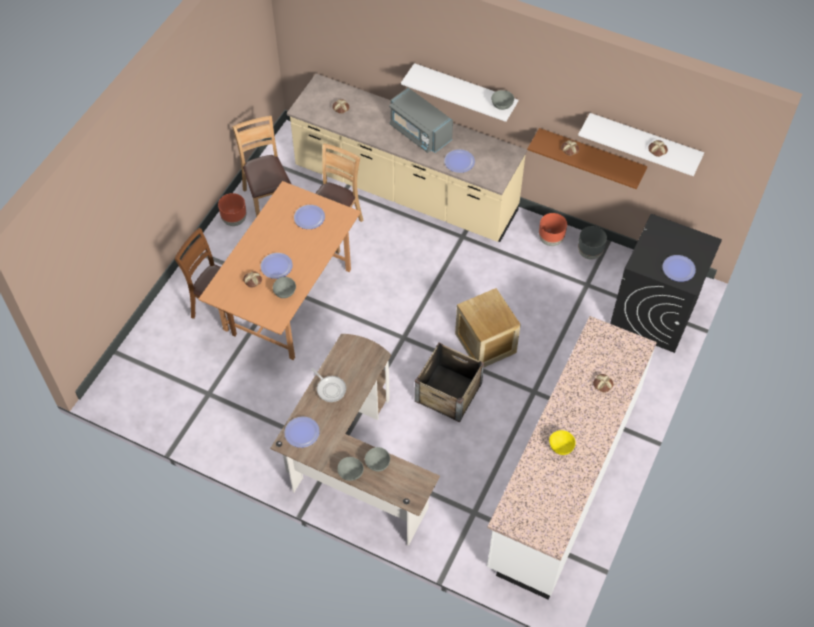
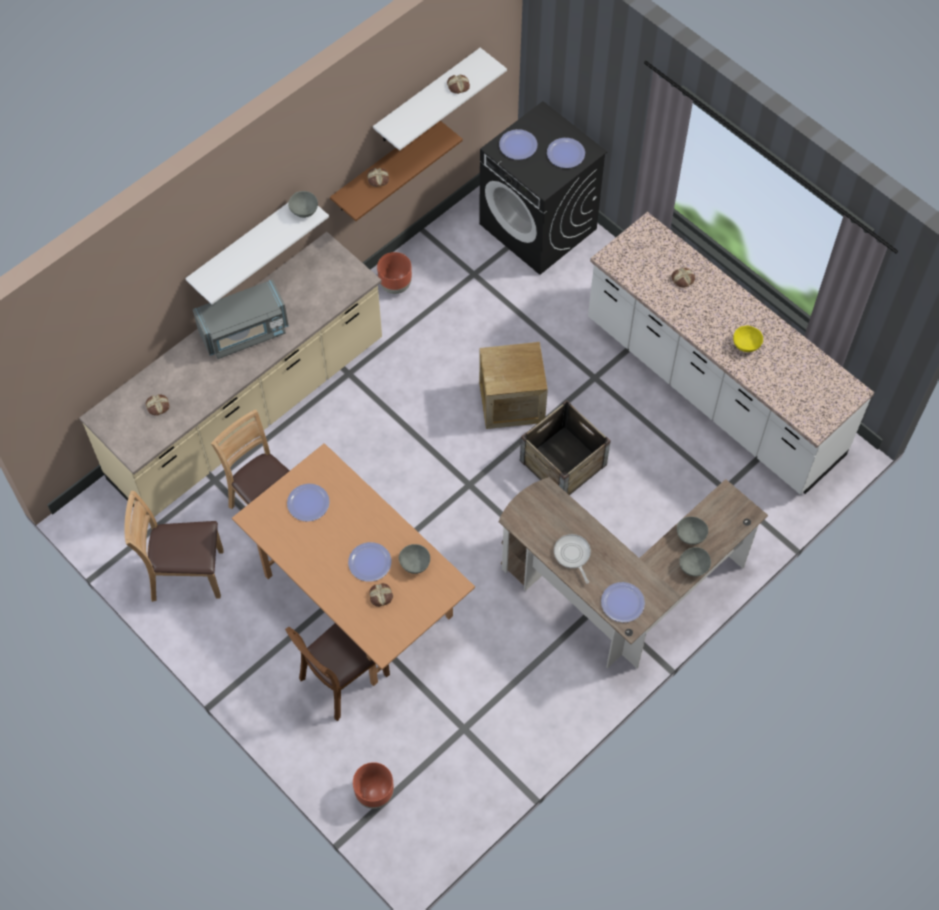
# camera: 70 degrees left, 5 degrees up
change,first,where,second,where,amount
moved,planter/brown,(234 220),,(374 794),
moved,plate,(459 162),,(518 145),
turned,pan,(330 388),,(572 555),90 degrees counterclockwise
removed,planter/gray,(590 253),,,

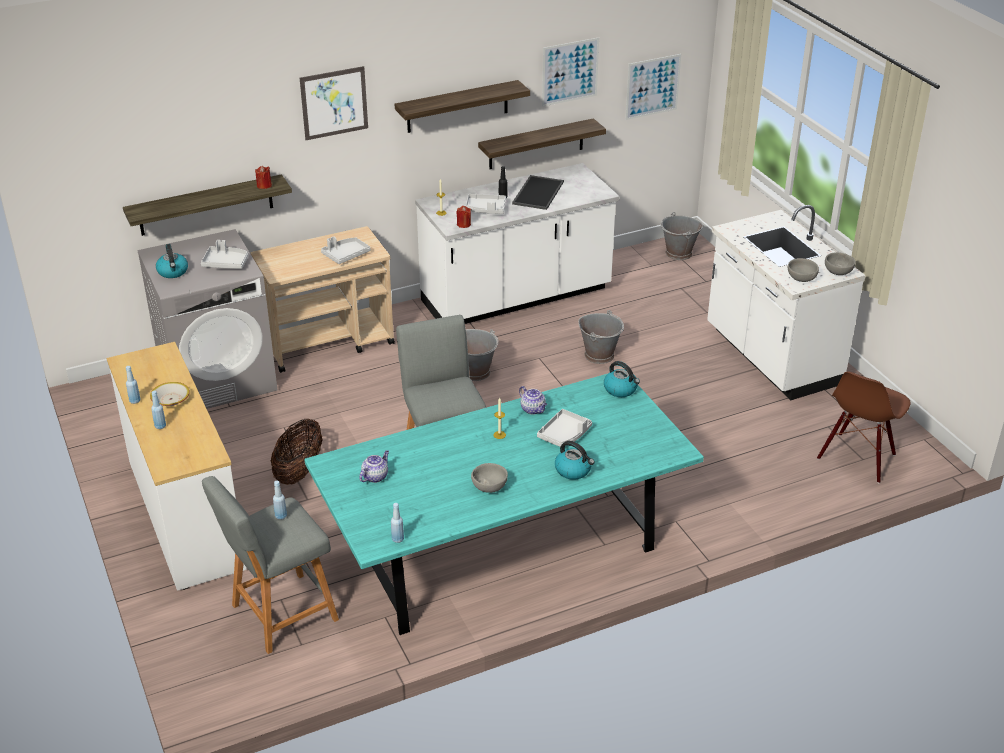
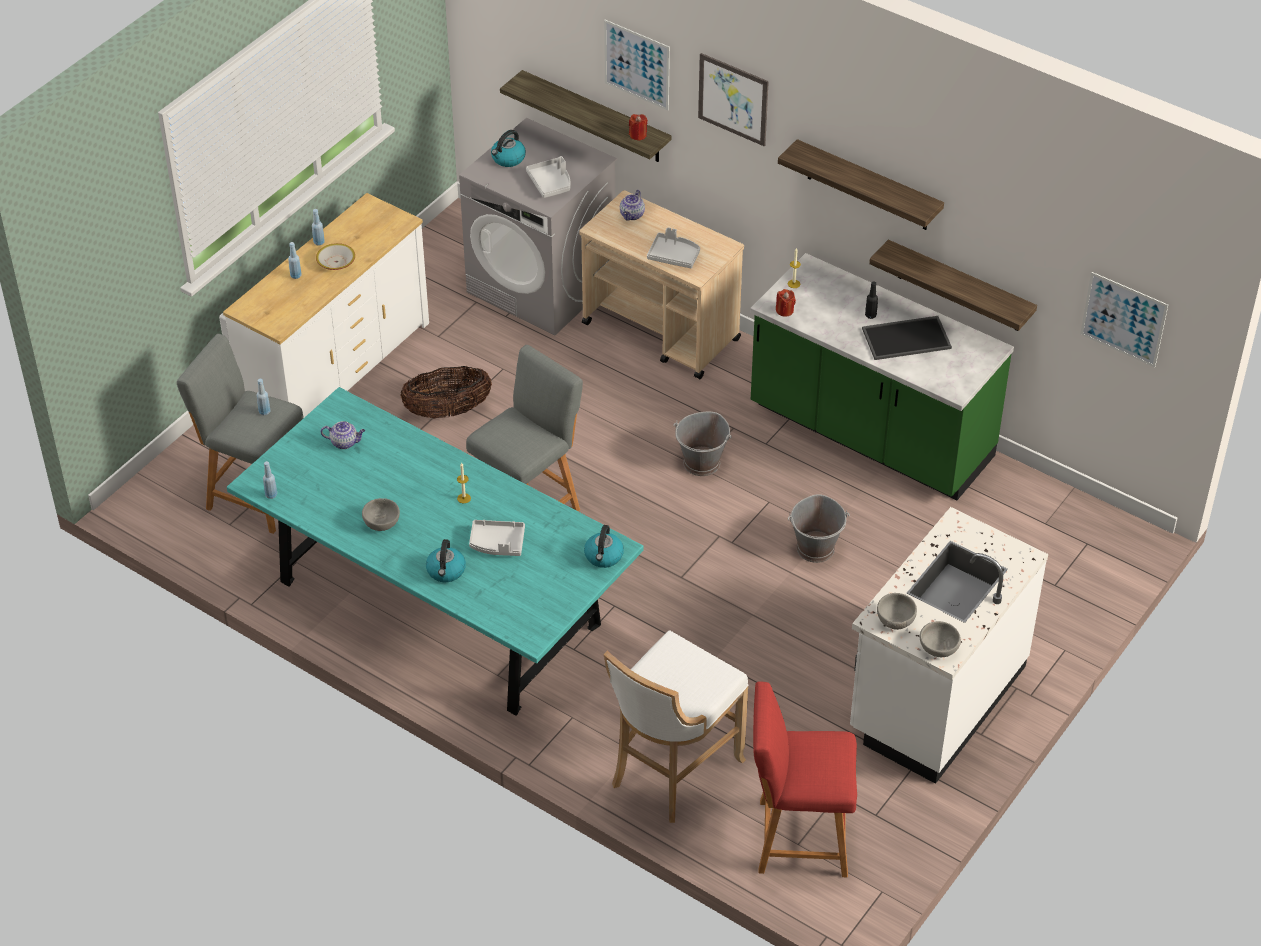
# camera: 60 degrees right, 10 degrees up
change,first,where,second,where,amount
moved,picture,(570 71),,(637 65),
added,,,stool/white,(671 773),
moved,teapot,(533 409),,(632 215),
recoloured,kitchen counter/white,(516 297),kitchen counter/green-coloured,(870 435),
replaced,chair/brown,(857 458),stool/red-coloured,(796 838),
removed,tray/gray,(486 209),,,
removed,bucket/gray,(678 253),,,

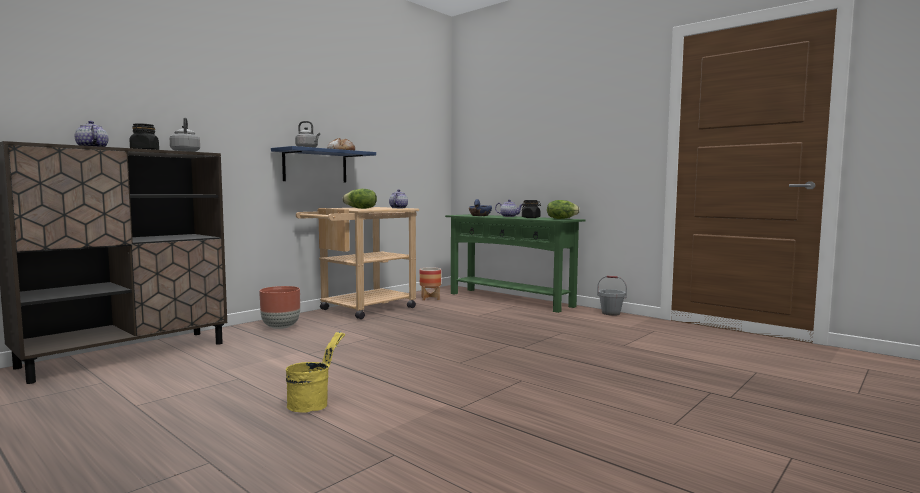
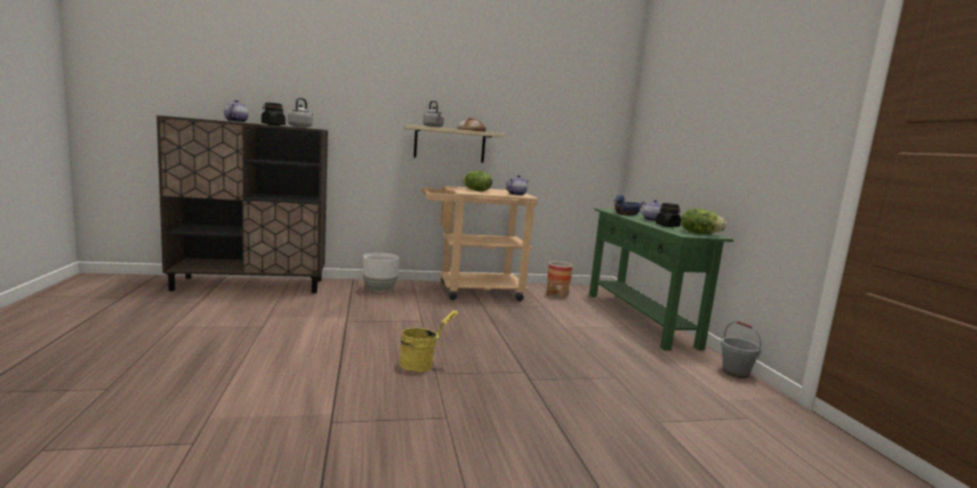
# camera: 35 degrees right, 5 degrees up
change,first,where,second,where,amount
recoloured,planter/brown,(281 327),planter/white,(380 290),
moved,bucket/yellow,(314 403),,(423 365),
recoloured,bracket shelf/bluish,(315 166),bracket shelf/beige-coloured,(450 145),

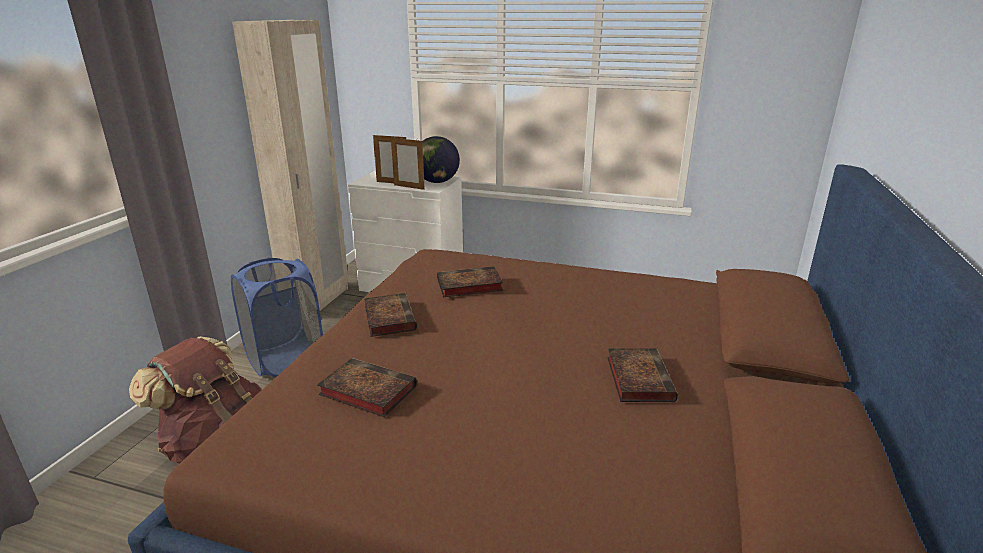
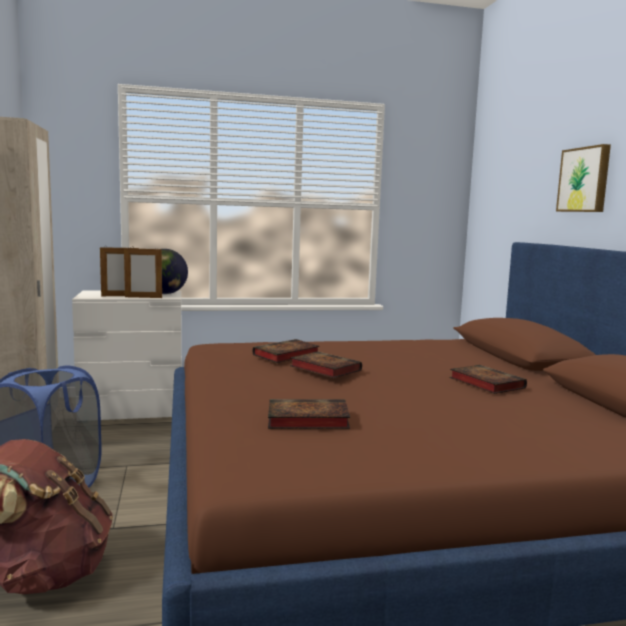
# camera: 30 degrees left, 15 degrees down
change,first,where,second,where,amount
moved,bound book,(388 318),,(323 368),
added,,,picture,(585 180),

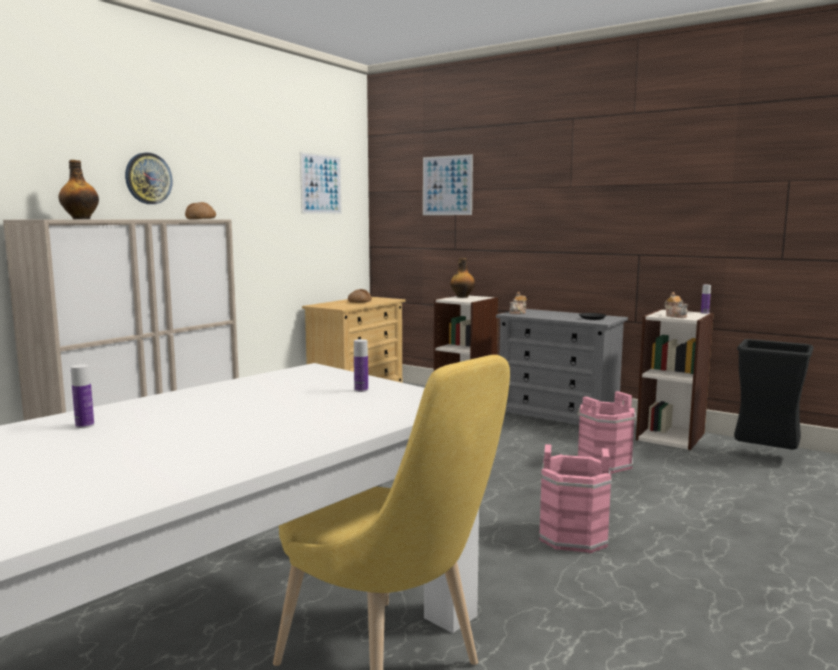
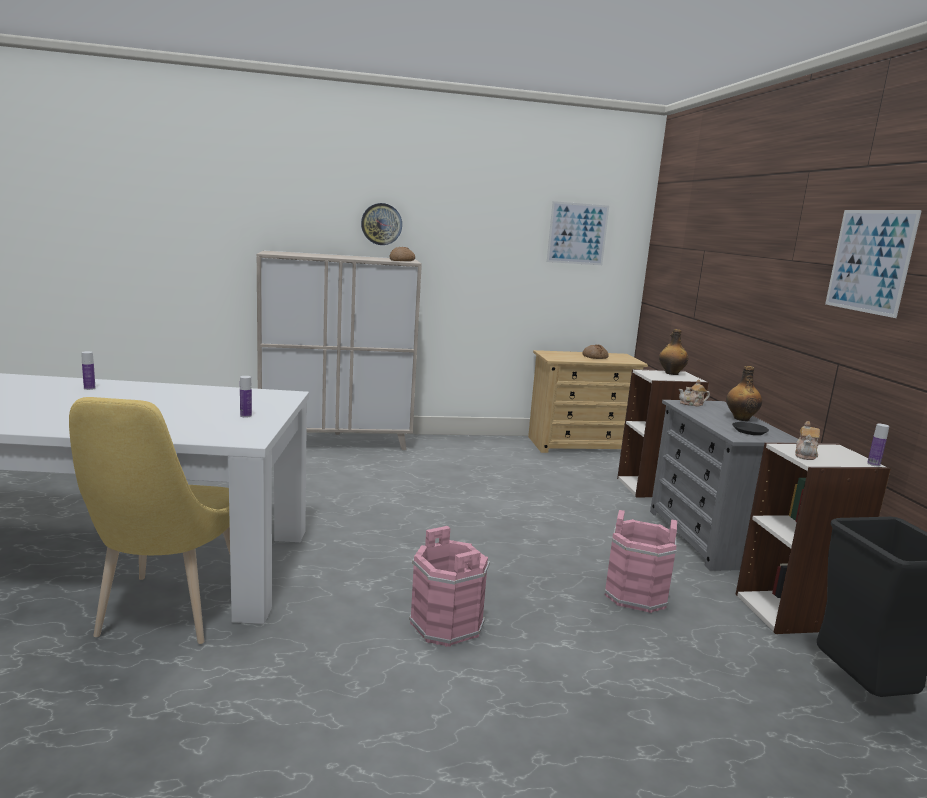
# camera: 45 degrees right, 5 degrees up
change,first,where,second,where,amount
moved,bottle,(81 219),,(741 418),
moved,picture,(447 185),,(869 261),

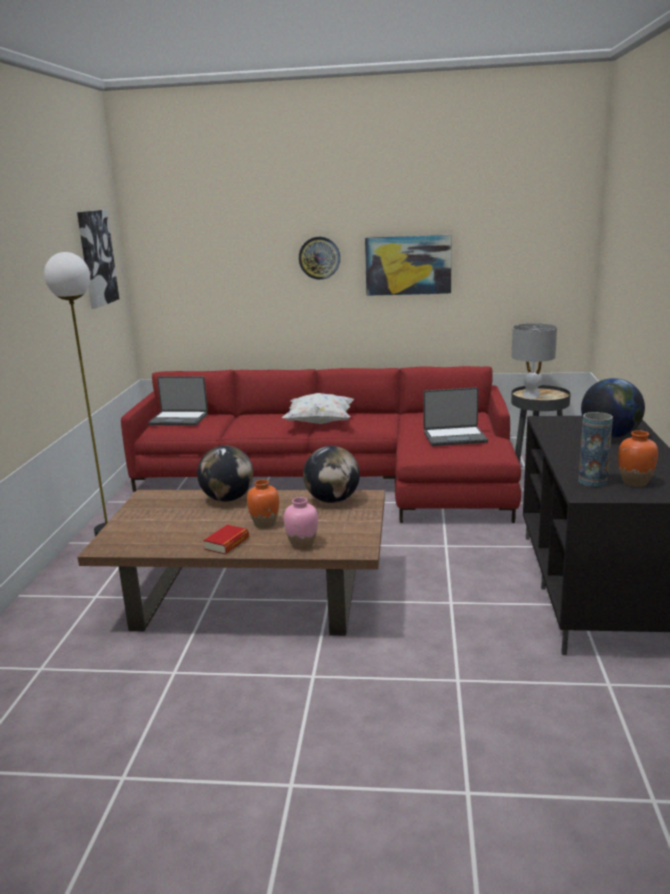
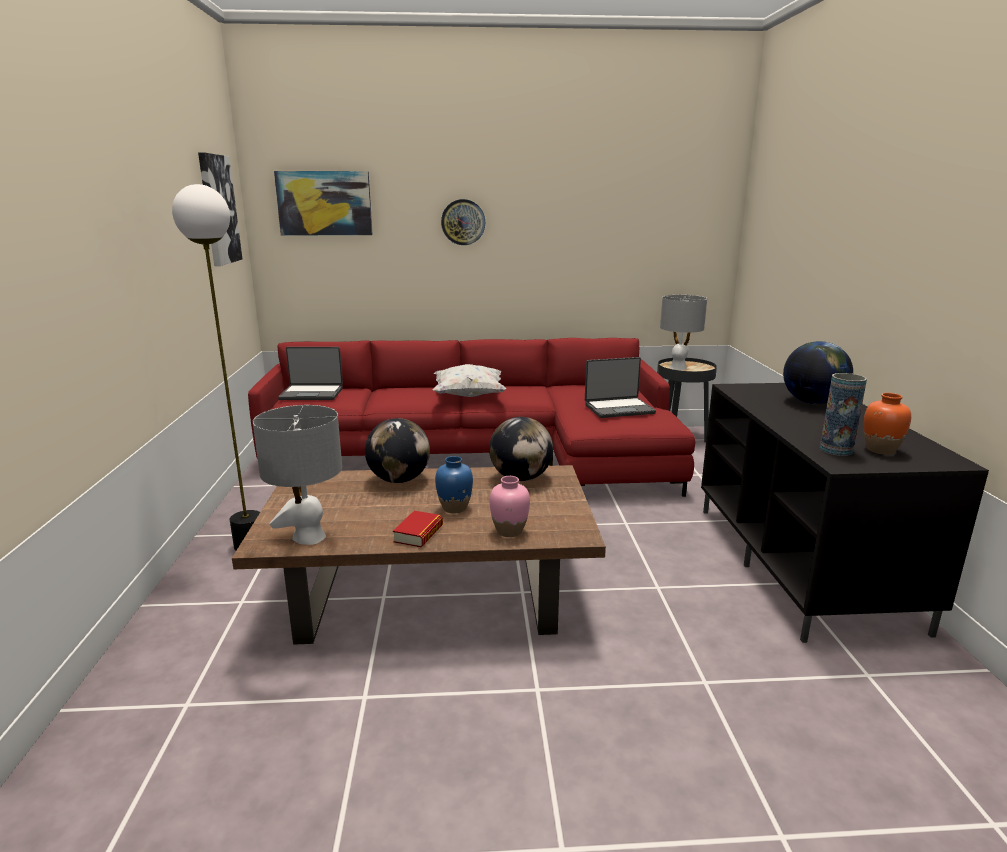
# camera: 10 degrees left, 0 degrees up
change,first,where,second,where,amount
added,,,tabletop lamp/gray,(309 537),
moved,picture,(408 265),,(324 203),
recoloured,flower vase/orangey,(265 524),flower vase/bluish,(454 508),

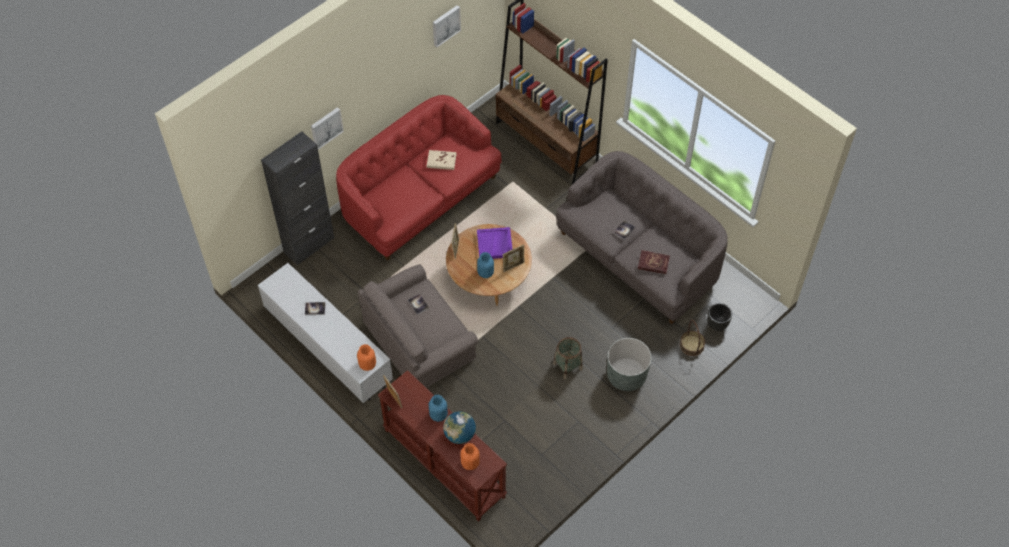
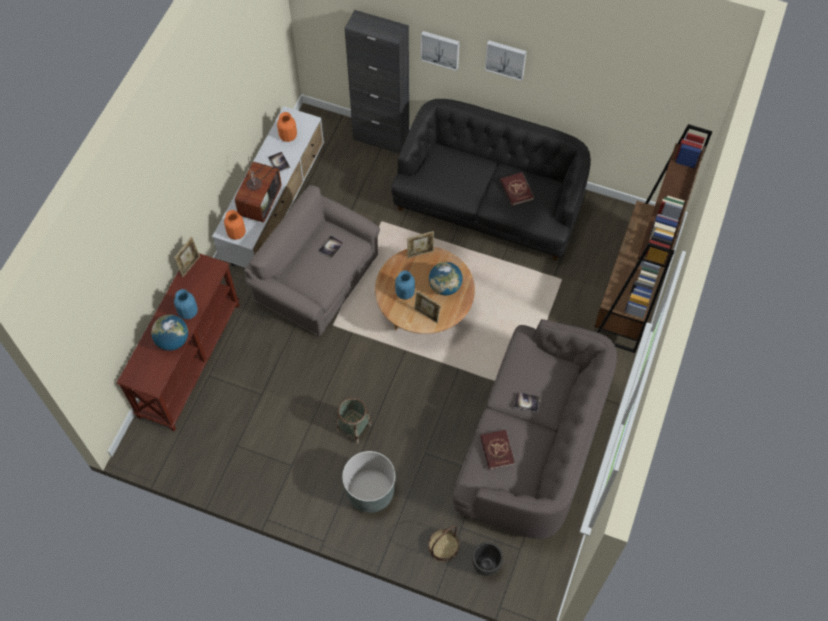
# camera: 65 degrees right, 5 degrees up
change,first,where,second,where,amount
added,,,TV,(259 200),
moved,flower vase/orangey,(470 463),,(288 136),
recoloured,settee/red-coloured,(419 199),settee/black,(489 205),
replaced,tray/purple-coloured,(495 244),world globe,(445 286),
moved,picture,(445 25),,(506 59),
recoloured,bound book/beige-coloured,(441 161),bound book/red-coloured,(516 190),

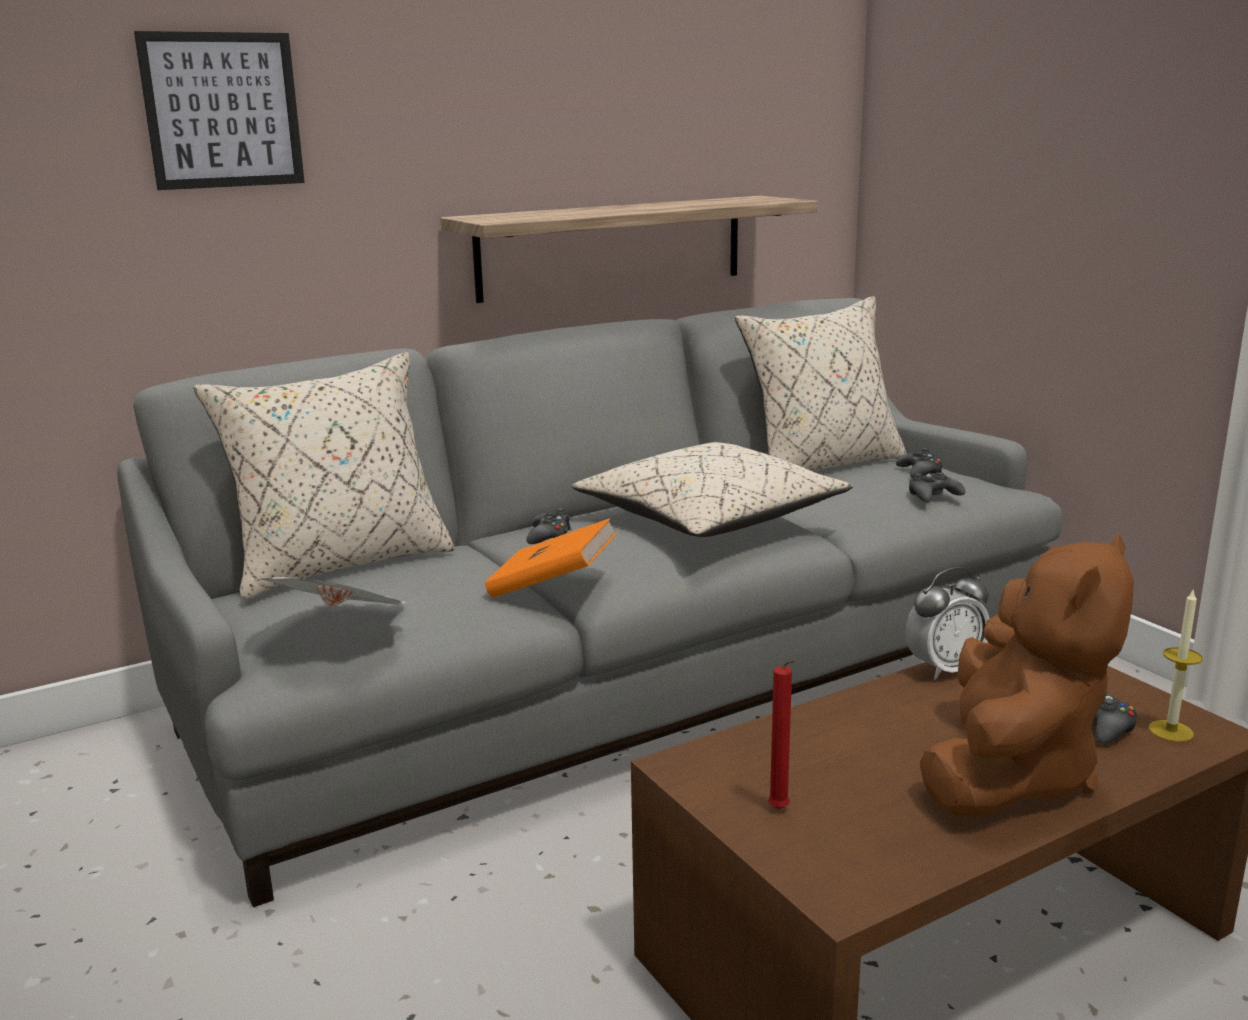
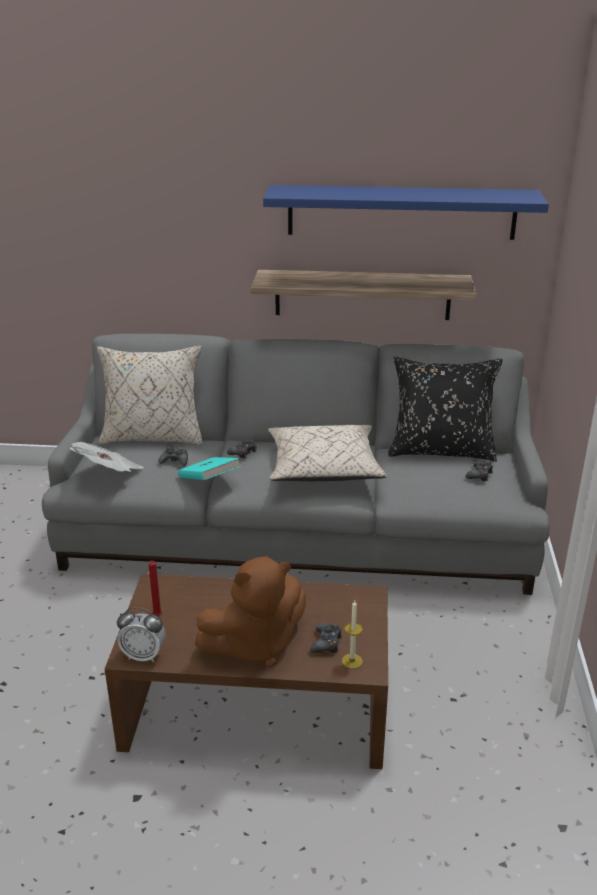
# camera: 35 degrees right, 10 degrees up
change,first,where,second,where,amount
moved,table clock,(944 669),,(143 655),
moved,joypad/black,(933 496),,(175 461),
recoloured,bound book/orangey,(552 587),bound book/blue-green,(209 481),
added,,,bracket shelf/bluish,(401 212),
recoloured,throw pillow/beige-coloured,(820 466),throw pillow/black,(441 451),
removed,picture,(222 110),,,

